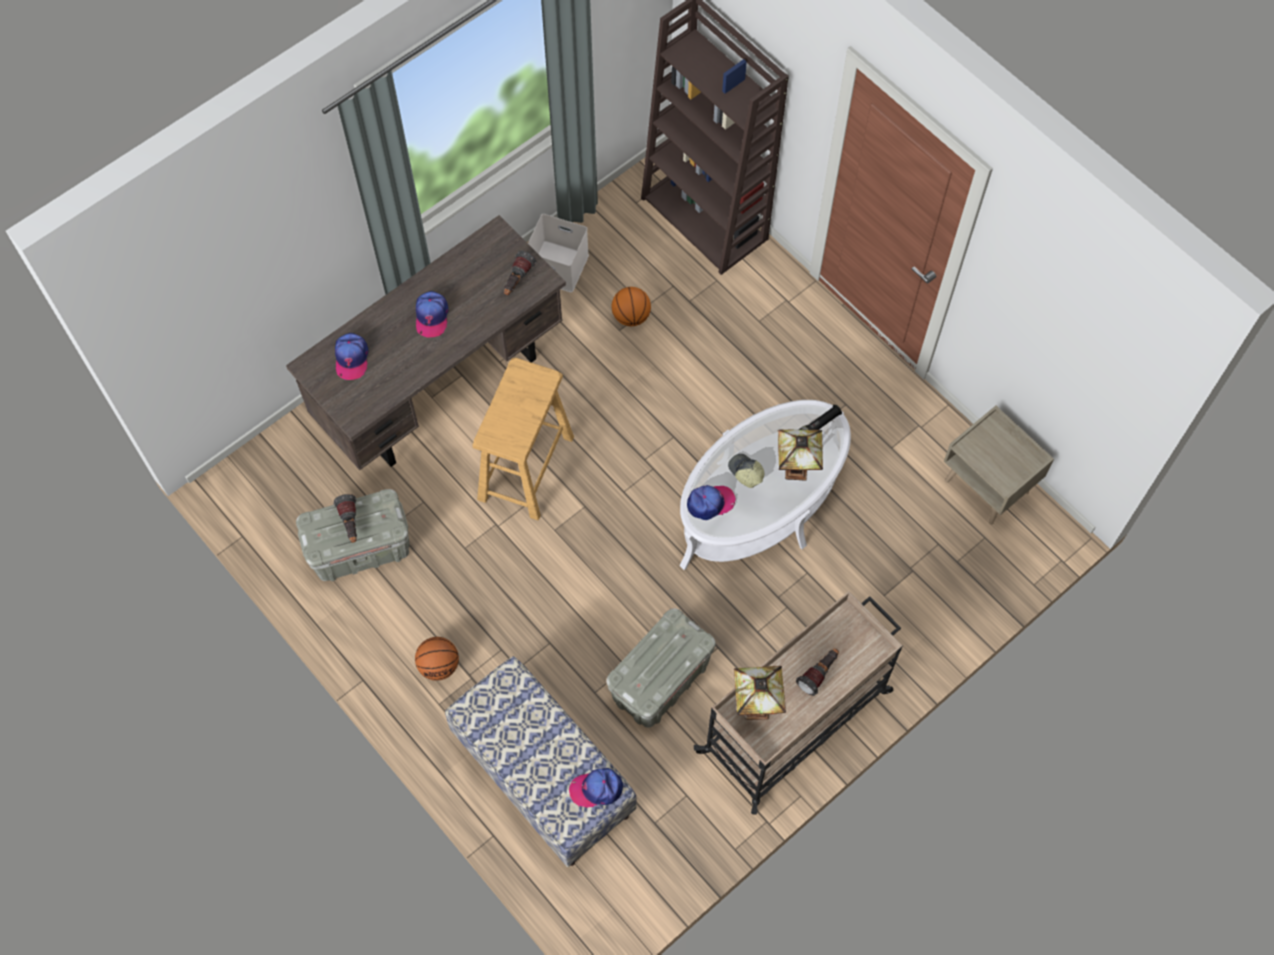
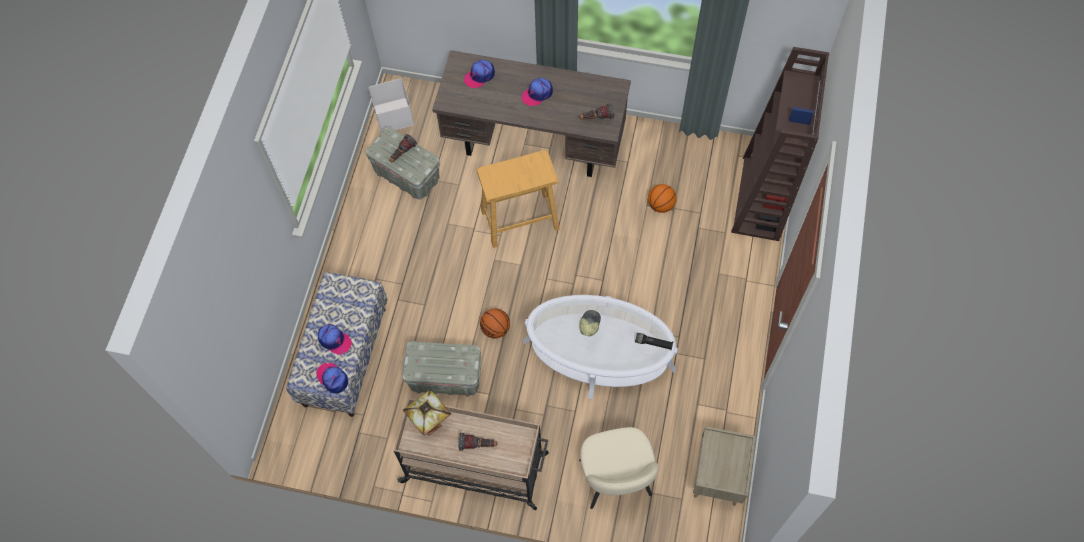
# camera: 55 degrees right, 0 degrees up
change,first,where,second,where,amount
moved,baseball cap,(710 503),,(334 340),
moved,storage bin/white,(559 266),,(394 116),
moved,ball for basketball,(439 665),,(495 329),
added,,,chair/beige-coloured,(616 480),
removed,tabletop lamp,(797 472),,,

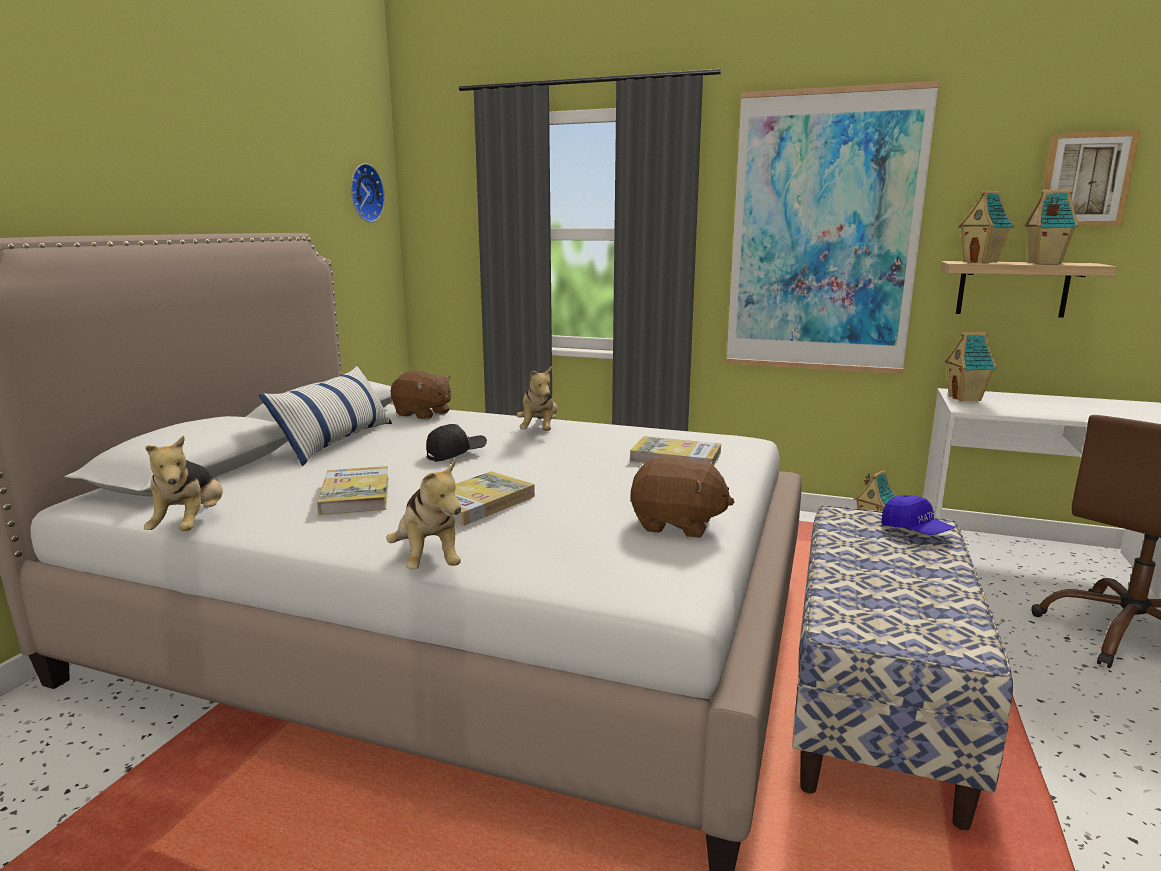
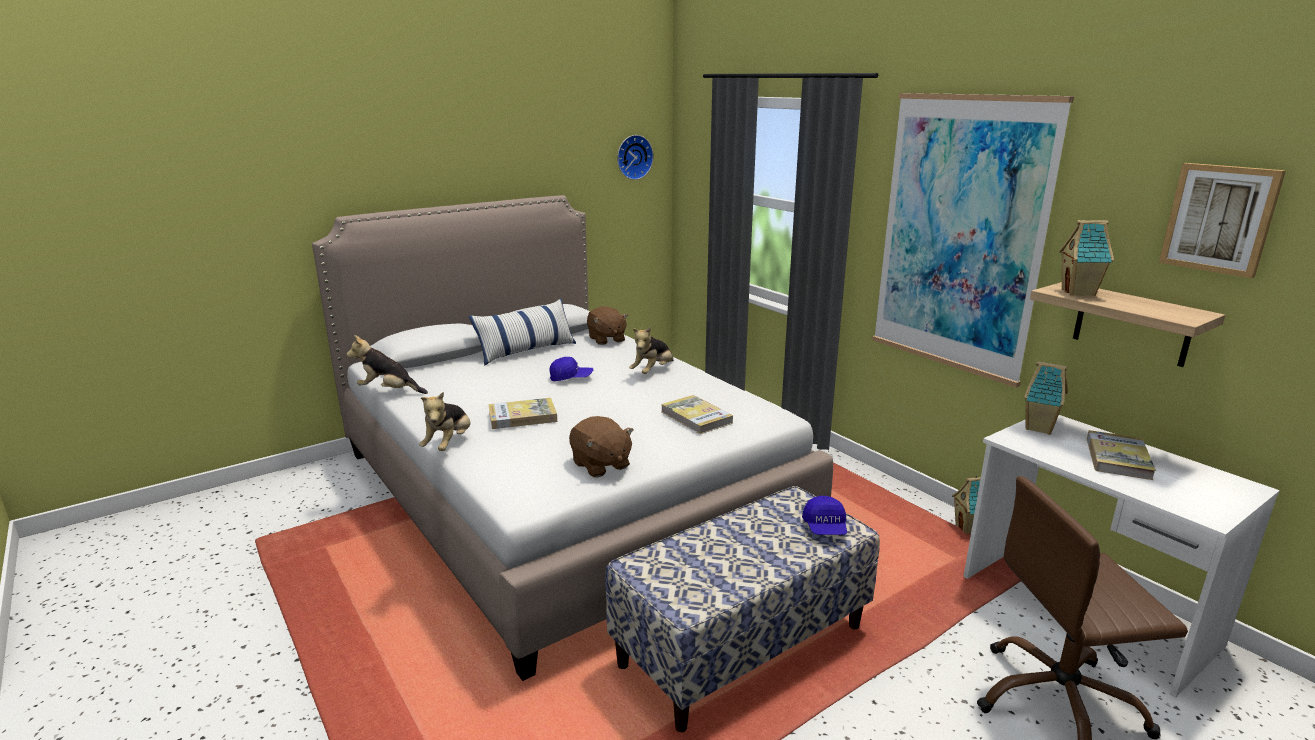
# camera: 35 degrees right, 5 degrees up
change,first,where,second,where,amount
turned,cuddly toy,(191 525),,(389 391),75 degrees clockwise
recoloured,baseball cap/black,(456 454),baseball cap/bluish,(571 378),
moved,bound book,(355 495),,(1118 458),
removed,toy house,(1042 263),,,

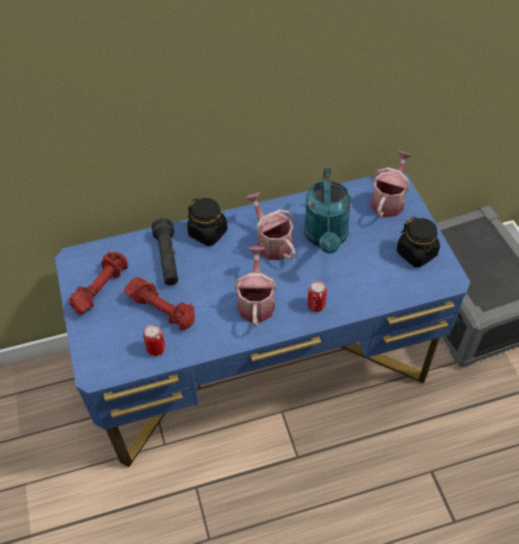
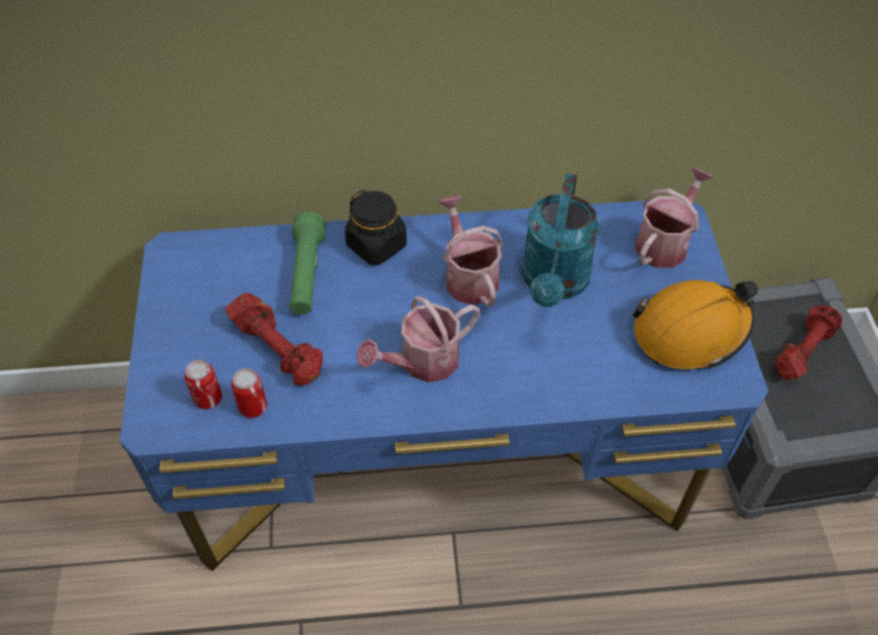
# camera: 10 degrees right, 0 degrees up
change,first,where,second,where,amount
moved,metal can,(316 305),,(208 398),
recoloured,flashlight/black,(168 259),flashlight/green-coloured,(307 274),
turned,watering pot,(256 302),,(422 362),135 degrees counterclockwise
replaced,preserve jar/black,(416 253),work helmet/orangey,(691 331),
moved,dumbbell/red-coloured,(100 289),,(802 350),

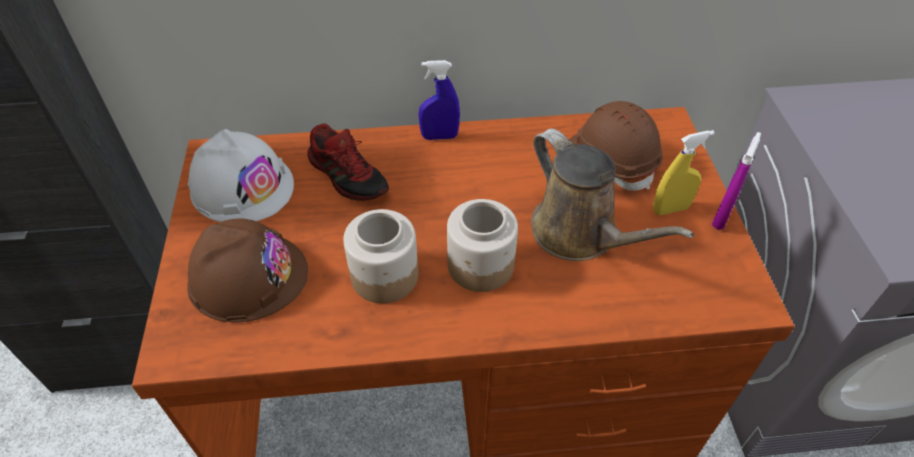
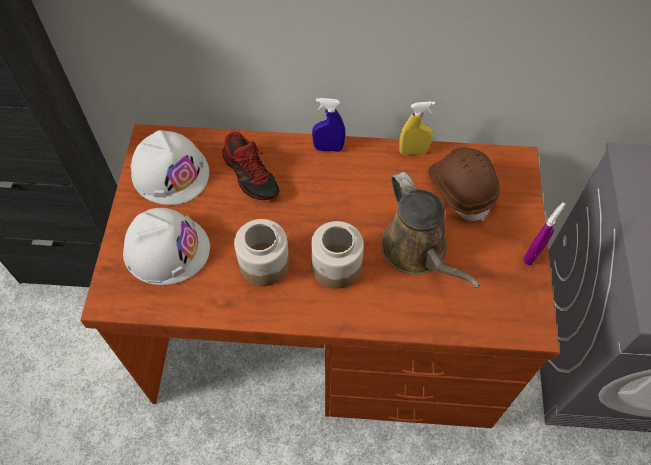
# camera: 10 degrees right, 10 degrees up
change,first,where,second,where,amount
recoloured,work helmet/brown,(248 276),work helmet/white,(166 249),
moved,sprayer/yellow,(670 209),,(413 151),

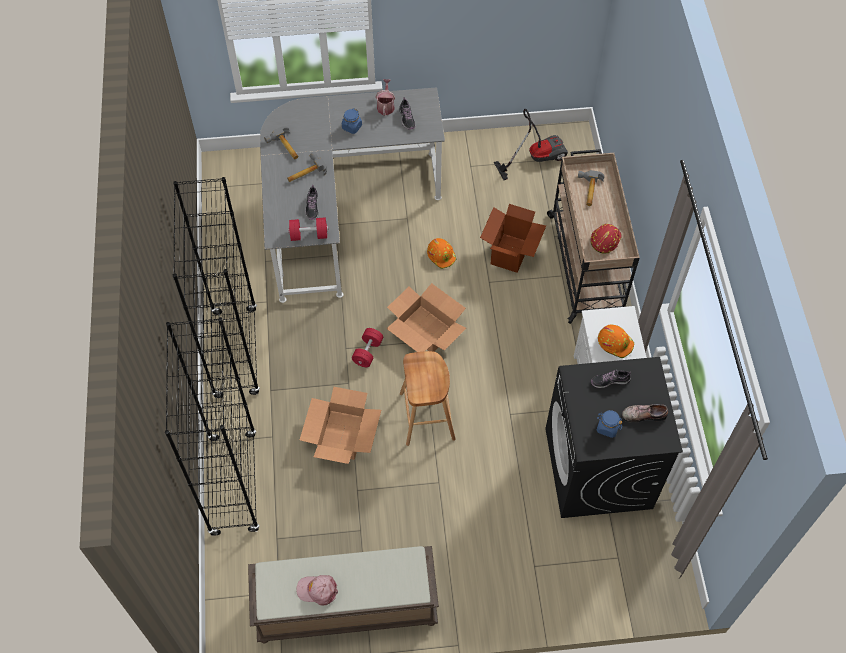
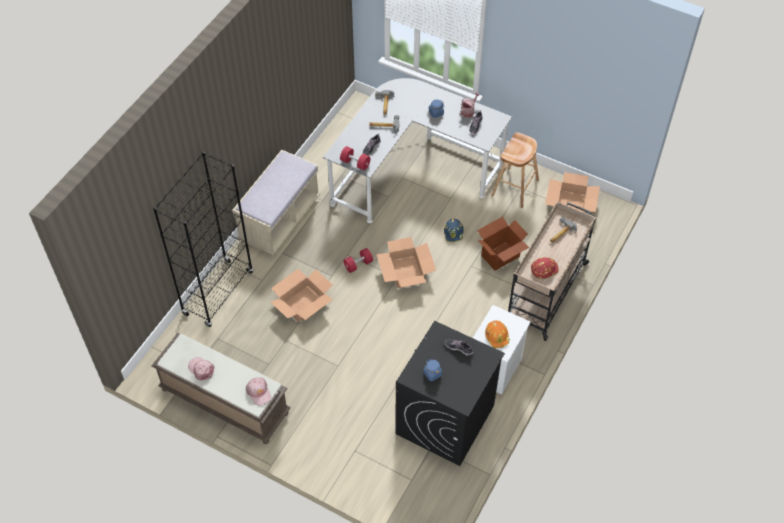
# camera: 35 degrees right, 5 degrees down
change,first,where,second,where,amount
replaced,bookshelf/black,(235 353),indoor bench/beige-coloured,(279 219),
added,,,baseball cap/pinkish,(259 392),
recoloured,work helmet/orangey,(441 255),work helmet/bluish,(454 233),
moved,stool/brown,(427 416),,(515 187),
replaced,vacuum,(535 157),packing box,(570 205),
removed,item of footwear,(643 414),,,

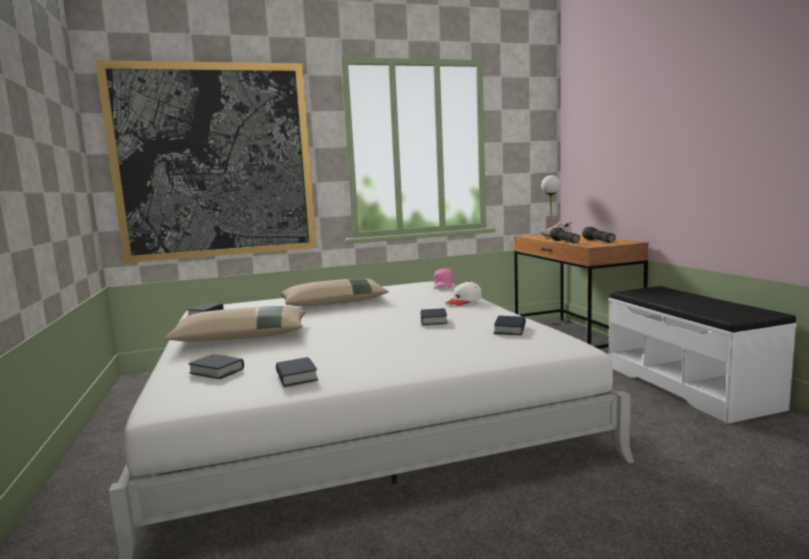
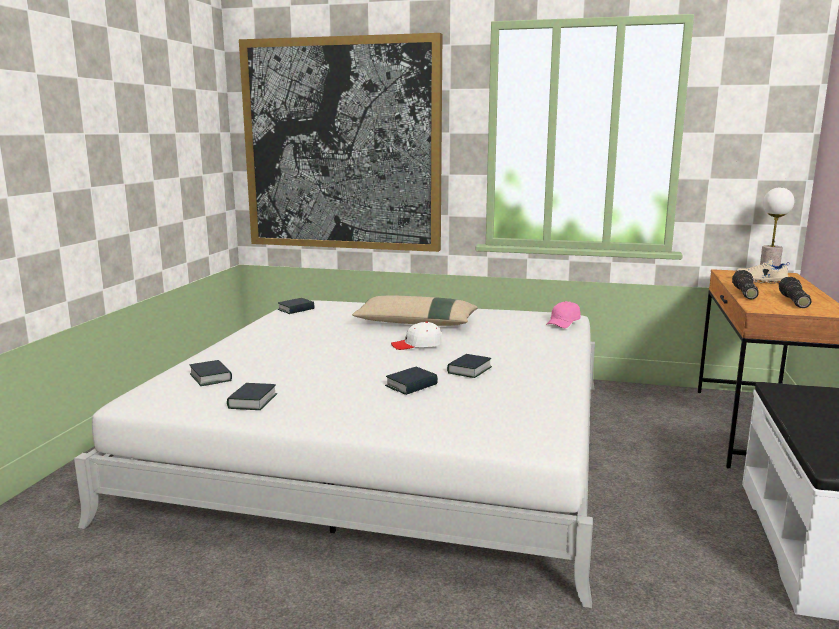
# camera: 30 degrees right, 5 degrees up
change,first,where,second,where,amount
moved,bound book,(510 330),,(411 385),
moved,baseball cap/white,(464 301),,(416 345),
removed,throw pillow/beige-coloured,(241 337),,,

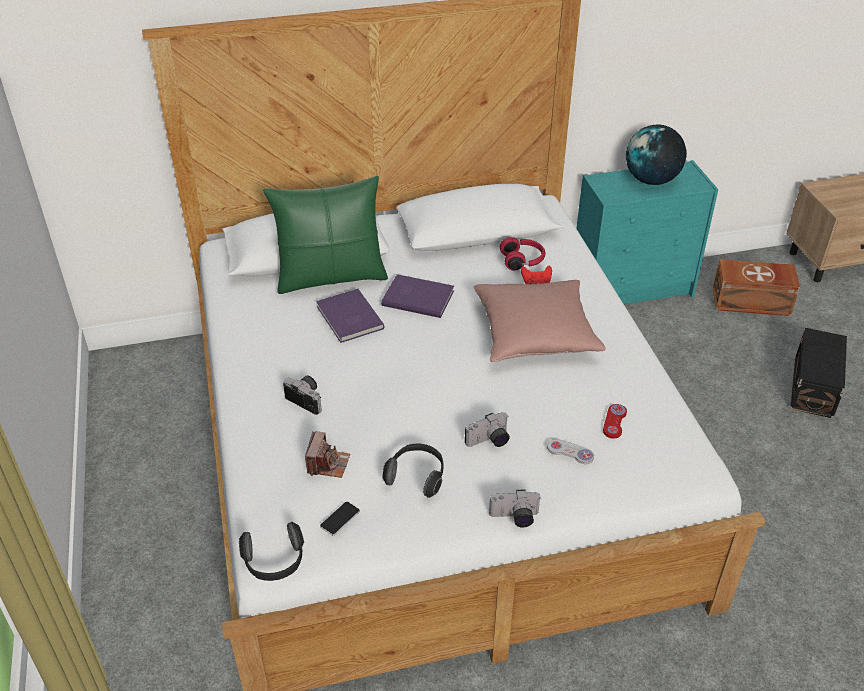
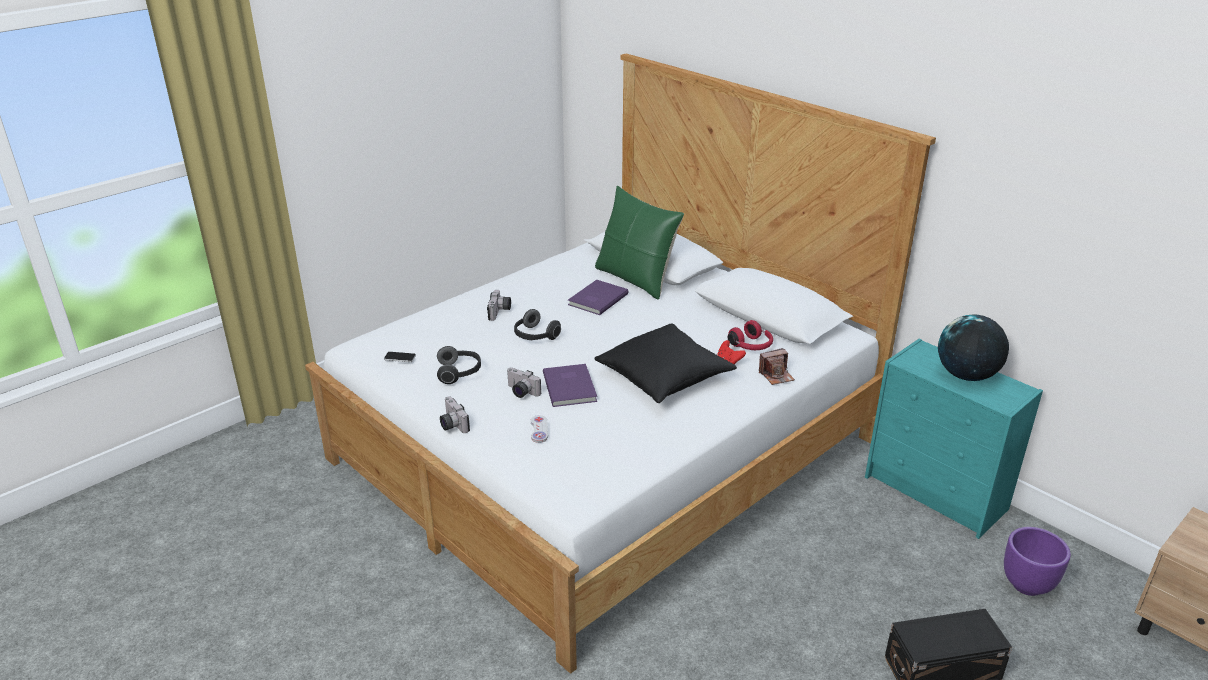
# camera: 60 degrees right, 10 degrees down
change,first,where,second,where,amount
moved,pair of headphones,(274 562),,(535 336),
moved,bound book/purple-coloured,(417 297),,(571 386),
recoloured,throw pillow/pinkish,(535 333),throw pillow/black,(664 377),
moved,photo camera,(328 464),,(776 375),
replaced,storage bin/brown,(752 302),planter/purple-coloured,(1027 585),
removed,joypad/red-coloured,(614 422),,,

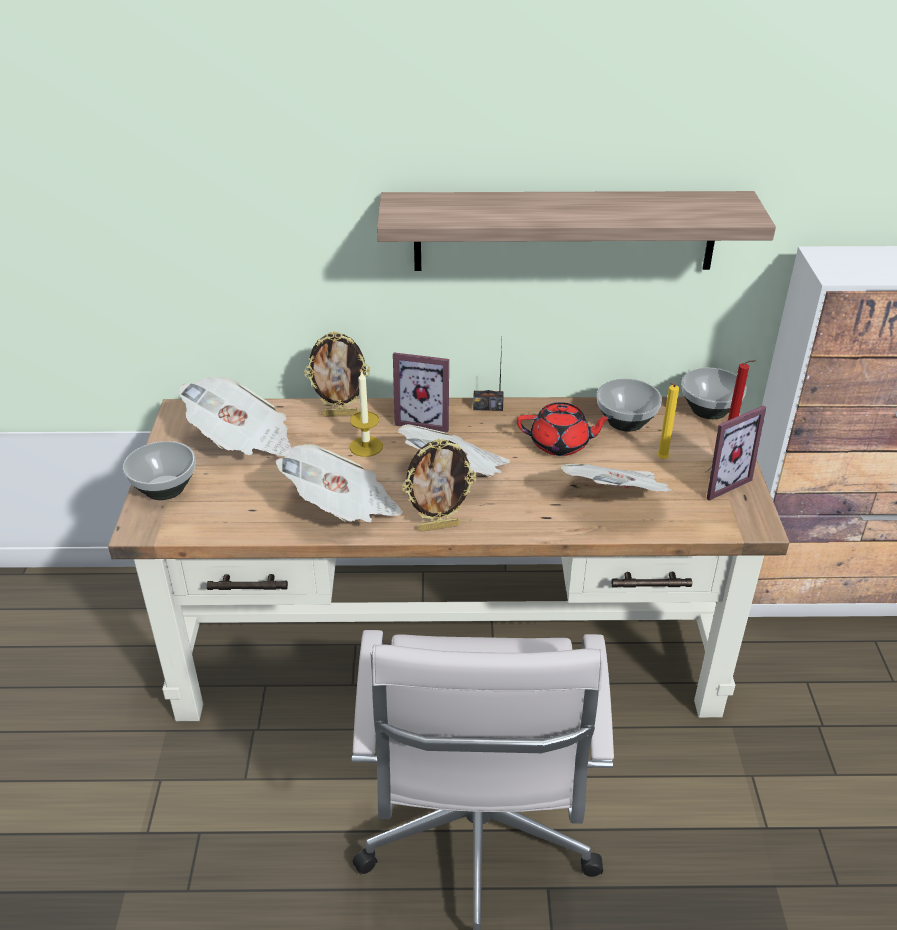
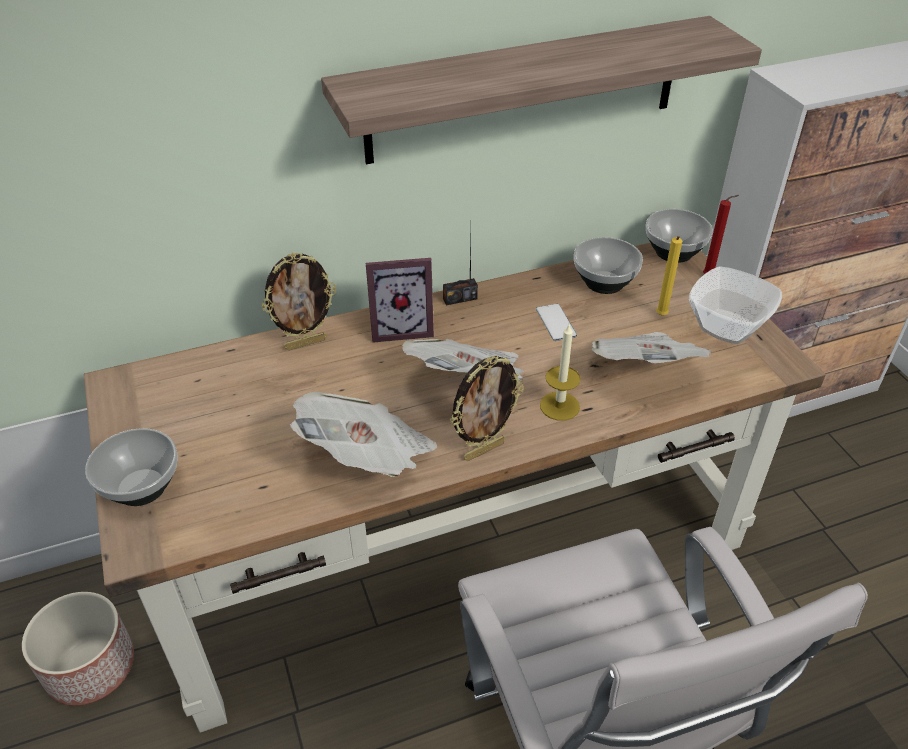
# camera: 20 degrees left, 5 degrees up
change,first,where,second,where,amount
added,,,planter,(90 666),
replaced,teapot/red-coloured,(561 444),telephone,(556 322),
moved,candle,(366 446),,(559 406),
replaced,picture frame,(718 481),deep dish,(726 326),
removed,daily paper,(243 441),,,

